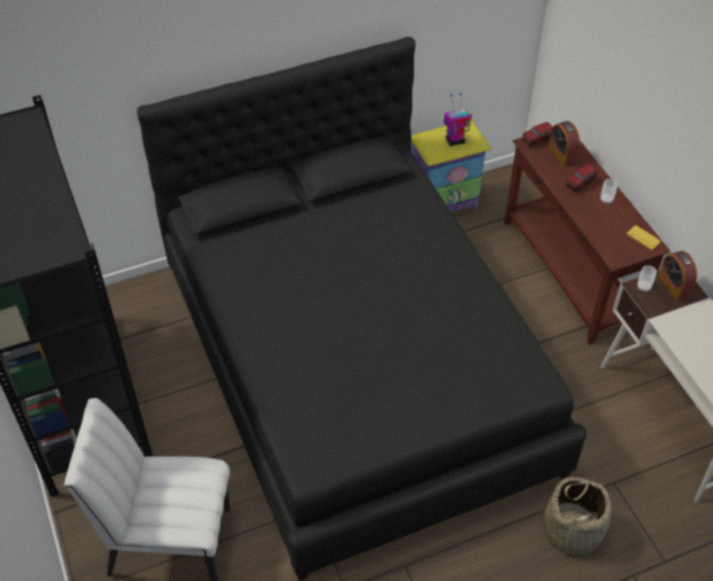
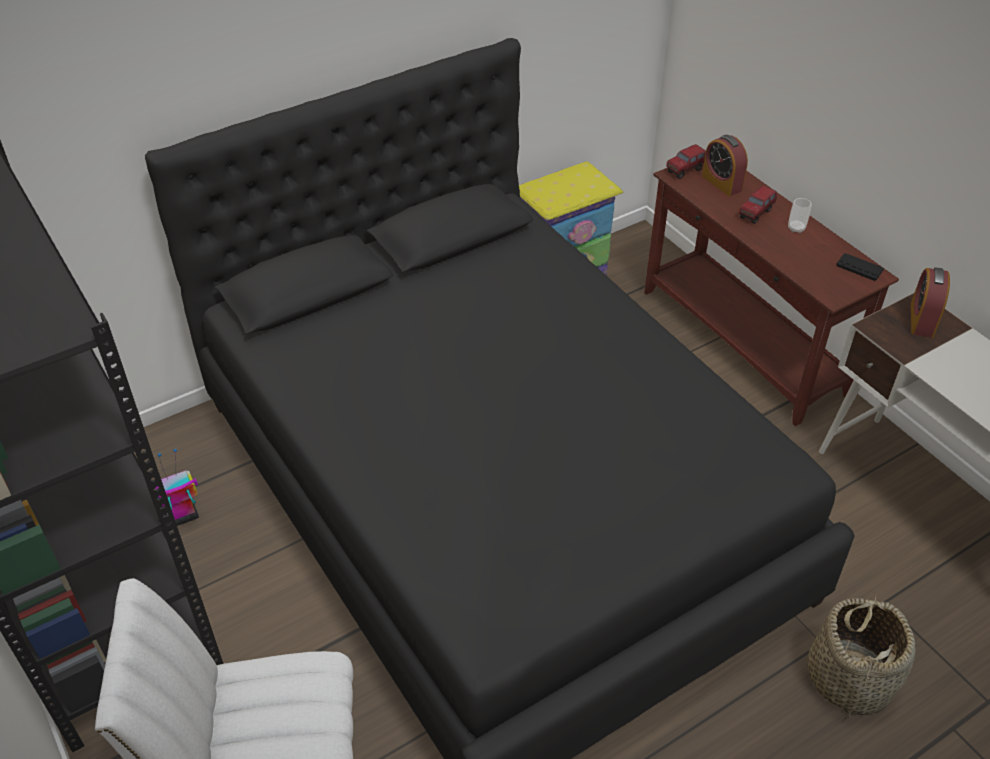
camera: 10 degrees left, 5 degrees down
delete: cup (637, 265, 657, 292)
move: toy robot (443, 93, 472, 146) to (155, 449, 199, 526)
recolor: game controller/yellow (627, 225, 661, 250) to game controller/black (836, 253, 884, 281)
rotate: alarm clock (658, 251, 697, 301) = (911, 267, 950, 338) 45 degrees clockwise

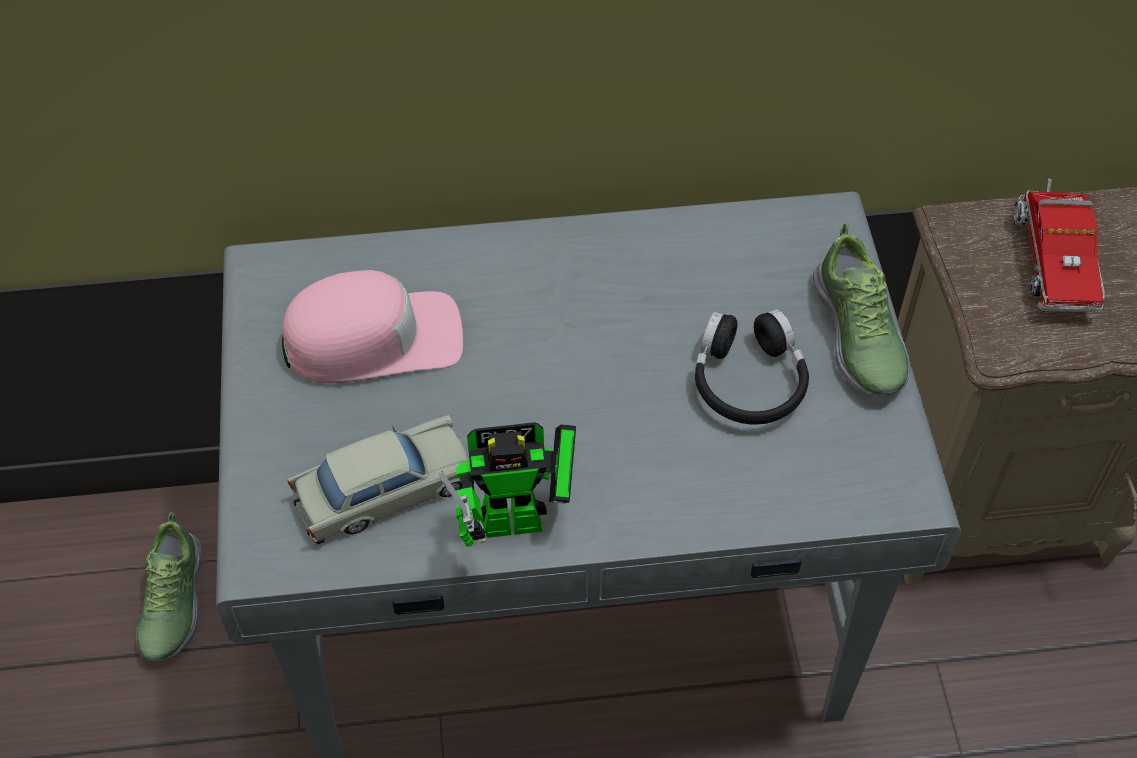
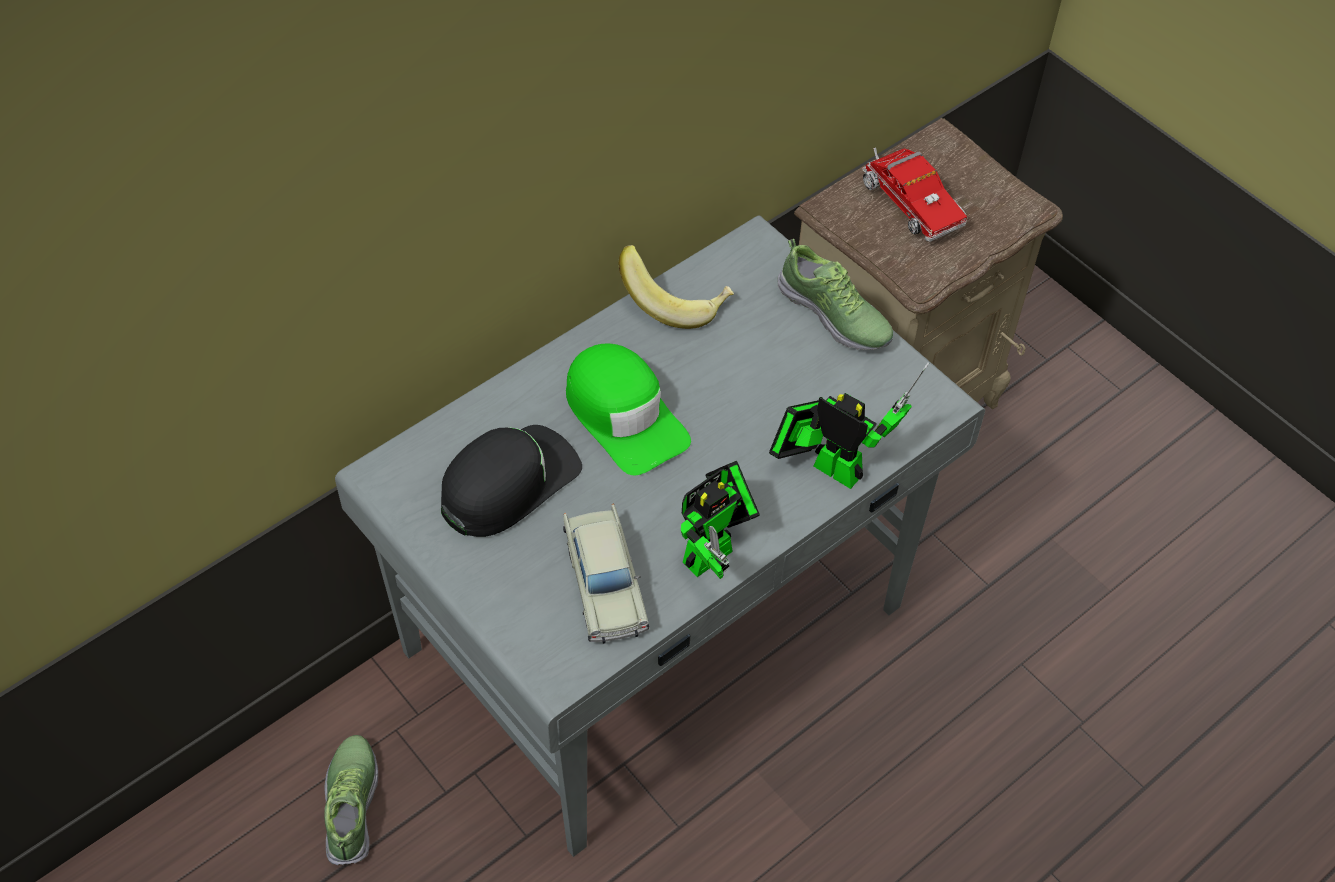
camera: 35 degrees left, 0 degrees up
delete: headphones/black (695, 309, 809, 424)
insert: banana (618, 245, 734, 329); cap/green (566, 343, 691, 476); toy robot (769, 363, 929, 489)
recolor: cap/pink (282, 270, 463, 383) to cap/black (441, 425, 582, 537)
rotate: toy car/beige (287, 415, 474, 544) = (563, 504, 649, 644) 135 degrees clockwise; shoe (136, 512, 202, 662) = (324, 735, 378, 865) 150 degrees counterclockwise

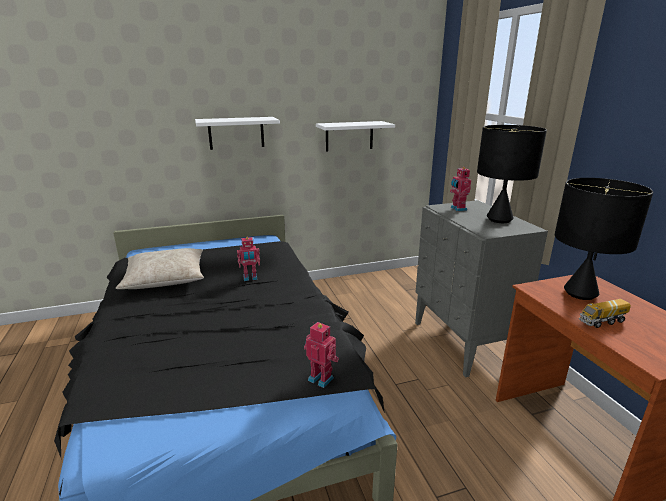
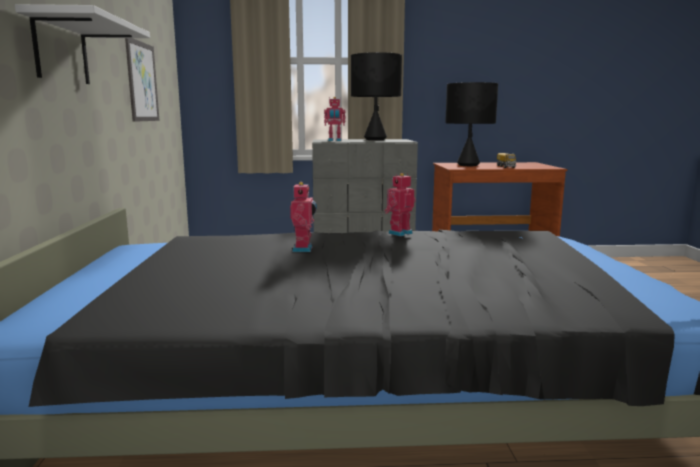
camera: 75 degrees left, 10 degrees down
delete: pillow/beige (116, 248, 204, 289)
move: toy robot (304, 322, 339, 388) to (384, 173, 416, 236)
replace: shelf/white (316, 121, 395, 151) to picture (125, 38, 159, 122)

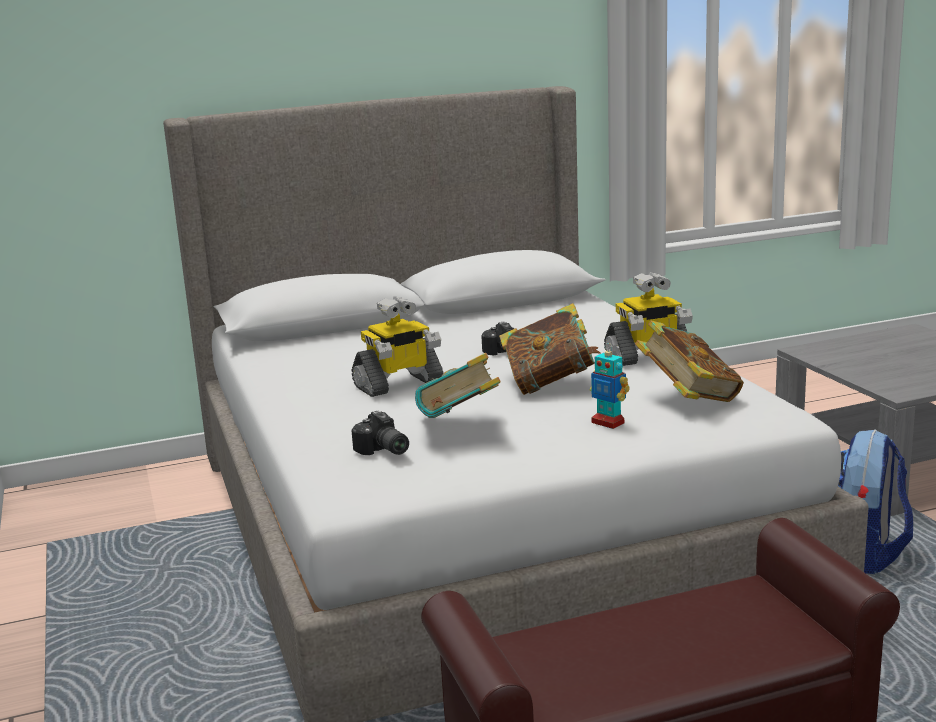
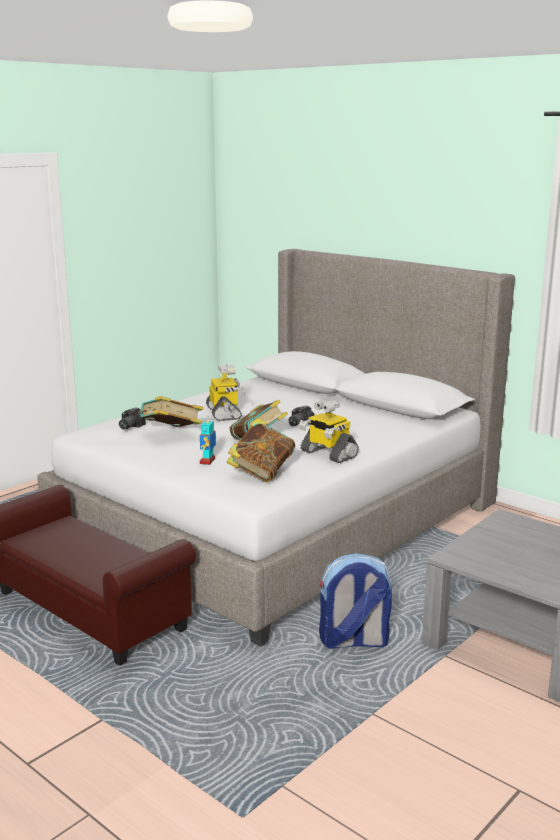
camera: 60 degrees right, 0 degrees up
rotate: toy robot (352, 296, 444, 397) = (206, 364, 246, 421) 135 degrees counterclockwise

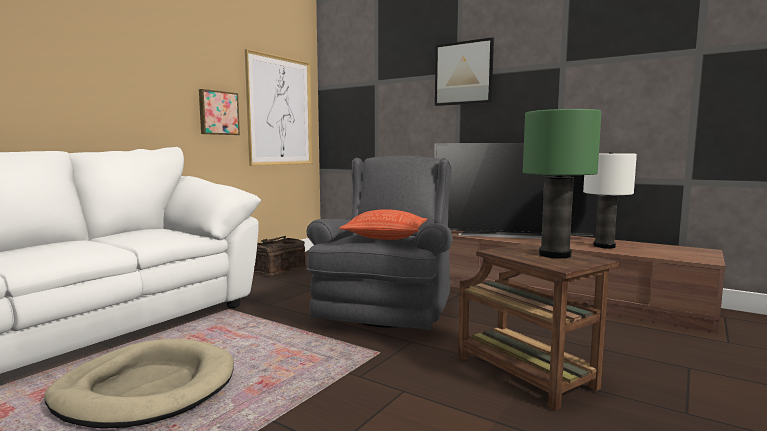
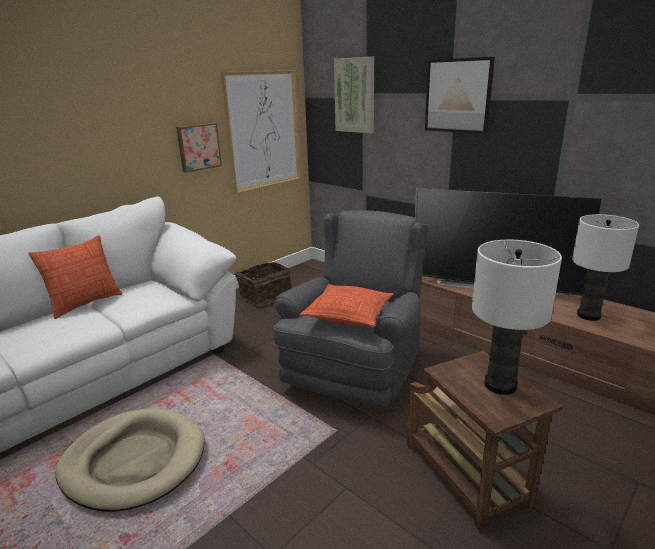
camera: 10 degrees right, 15 degrees up
insert: picture (334, 57, 374, 133); pillow/orange (29, 235, 122, 319)
recolor: table lamp/green (523, 109, 602, 259) to table lamp/white (472, 240, 562, 395)

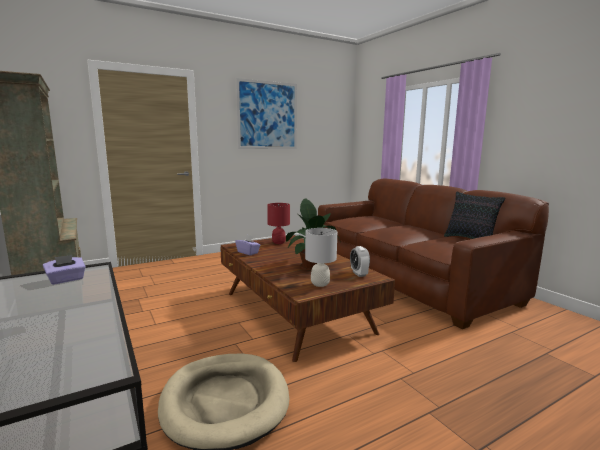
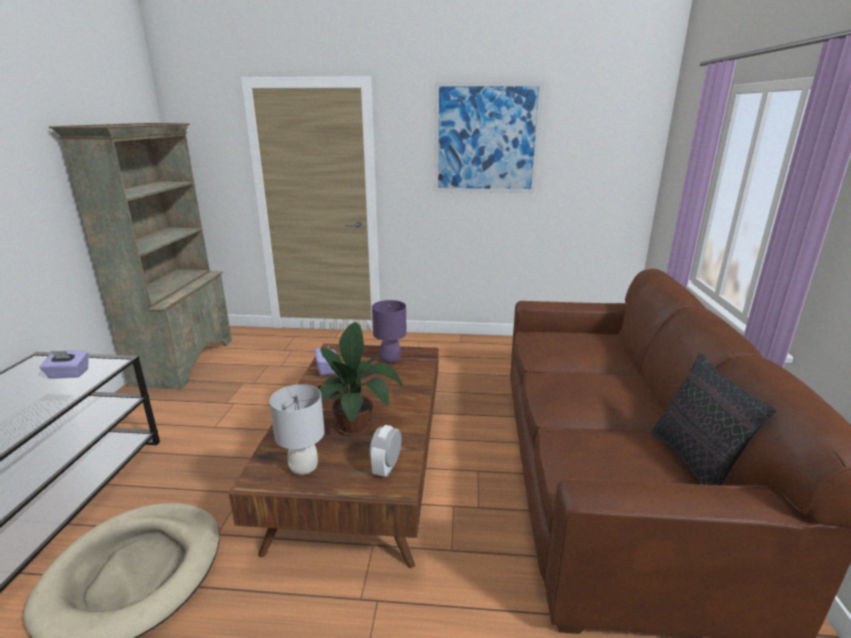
camera: 35 degrees right, 10 degrees up
recolor: table lamp/red (267, 203, 290, 244) to table lamp/purple (372, 300, 407, 363)

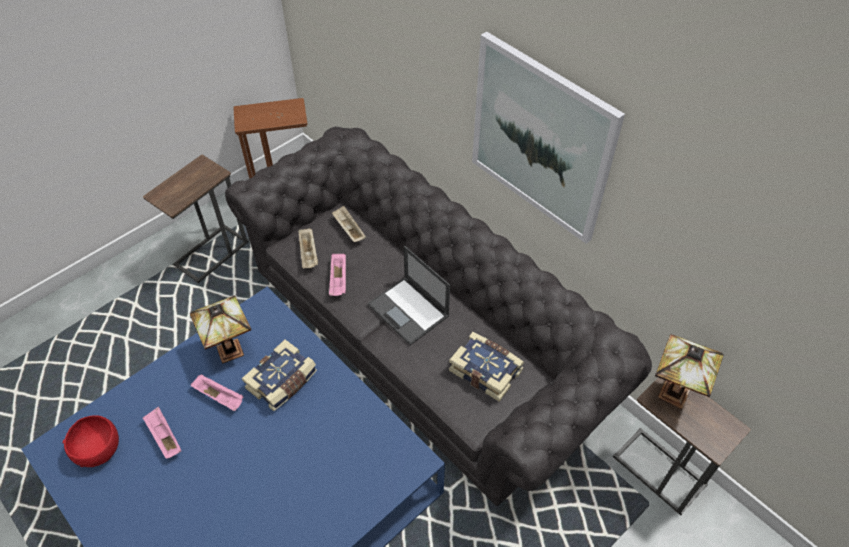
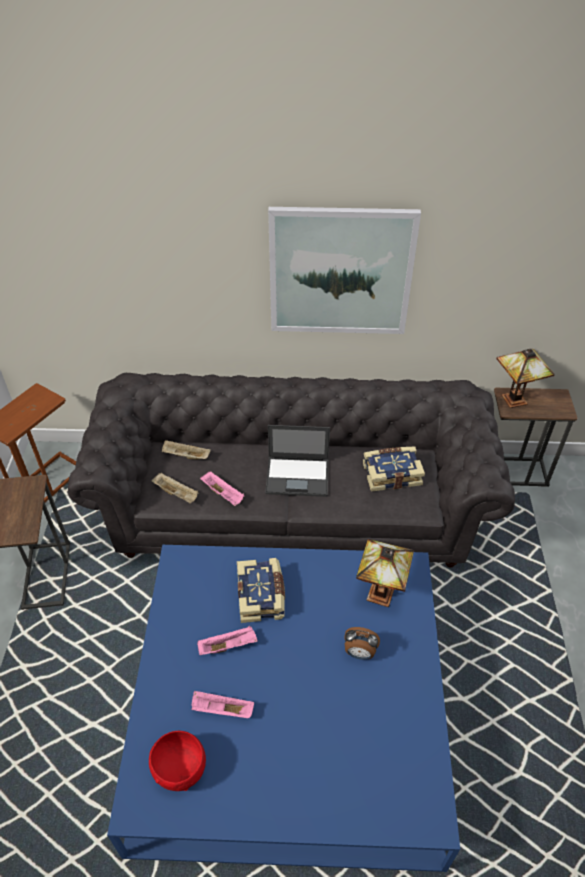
camera: 45 degrees left, 5 degrees down
insert: alarm clock (344, 627, 380, 660)
move: table lamp (190, 295, 251, 363) to (356, 539, 414, 607)

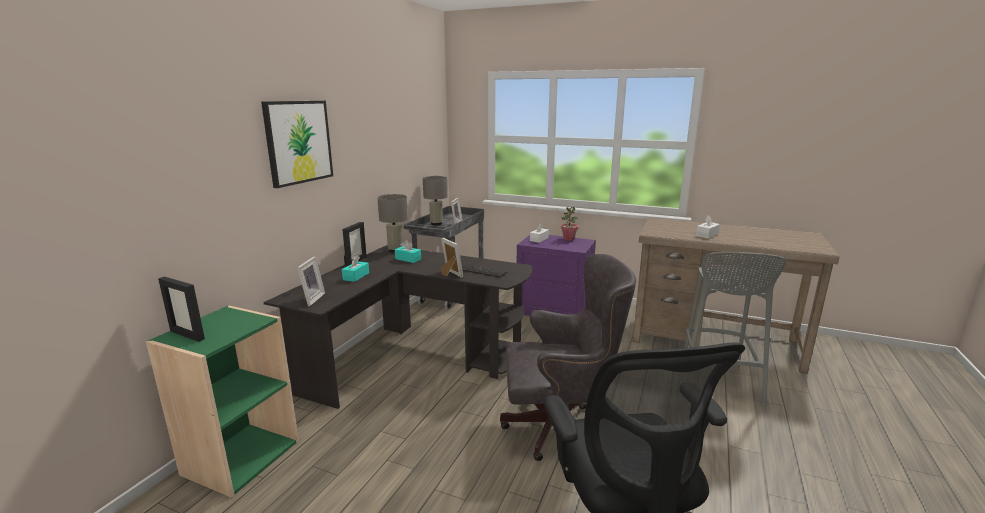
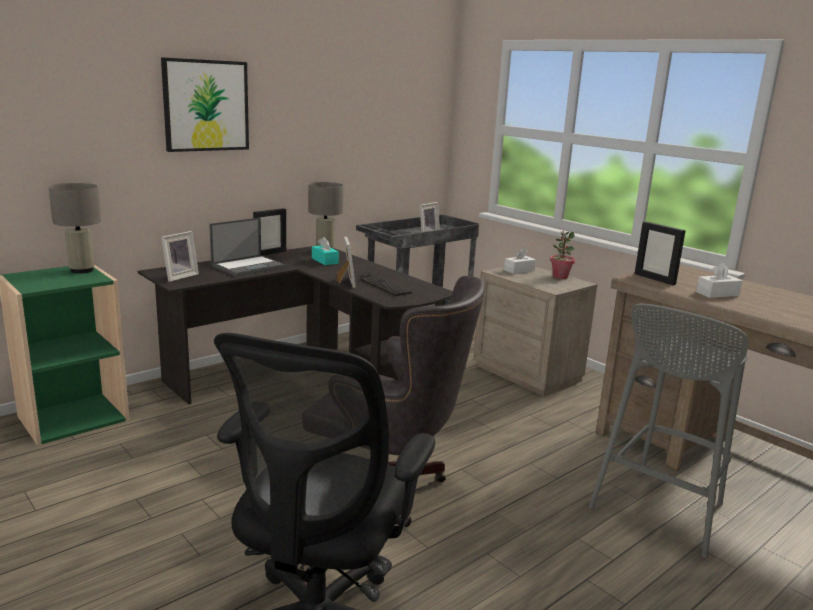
camera: 25 degrees right, 0 degrees up
move: table lamp/grey (423, 176, 448, 225) to (49, 183, 101, 274); picture frame (158, 277, 205, 342) to (634, 221, 686, 285)
replace: tissue box/turquoise (342, 255, 369, 282) to laptop (209, 218, 286, 276)
recolor: nightstand/purple (517, 235, 596, 316) to nightstand/beige (473, 266, 597, 396)

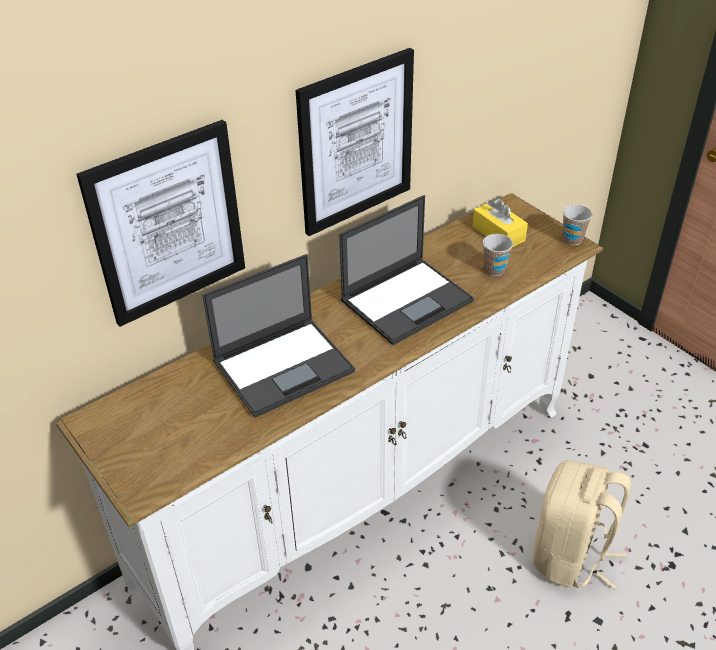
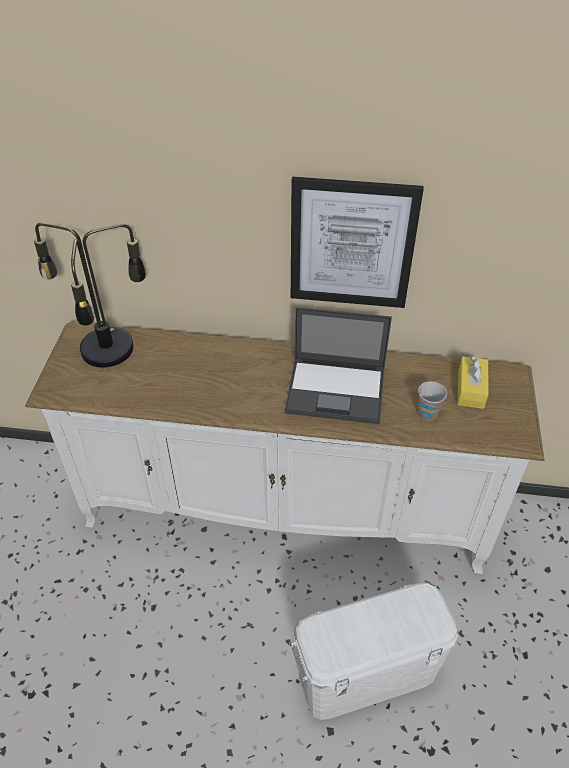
camera: 45 degrees right, 5 degrees up
delete: picture (77, 120, 245, 327); cup (563, 204, 592, 245); laptop (202, 254, 355, 418)
insert: table lamp (34, 223, 146, 368)
replace: backpack/beige (533, 460, 631, 589) to storage box/white (290, 582, 459, 720)

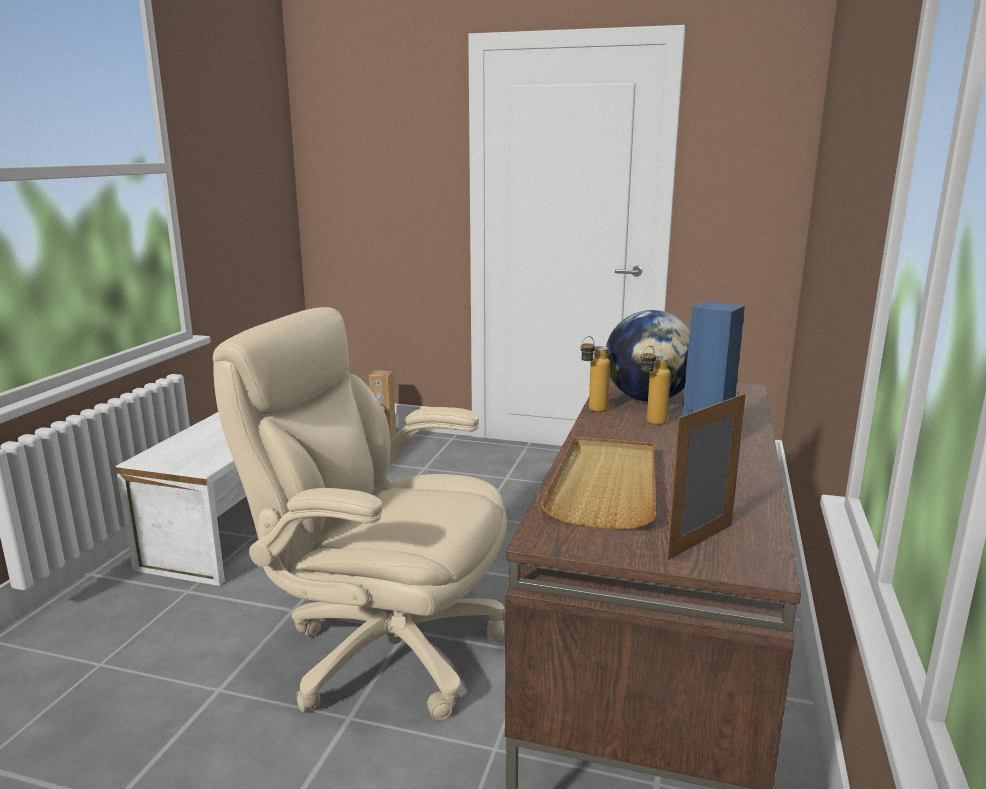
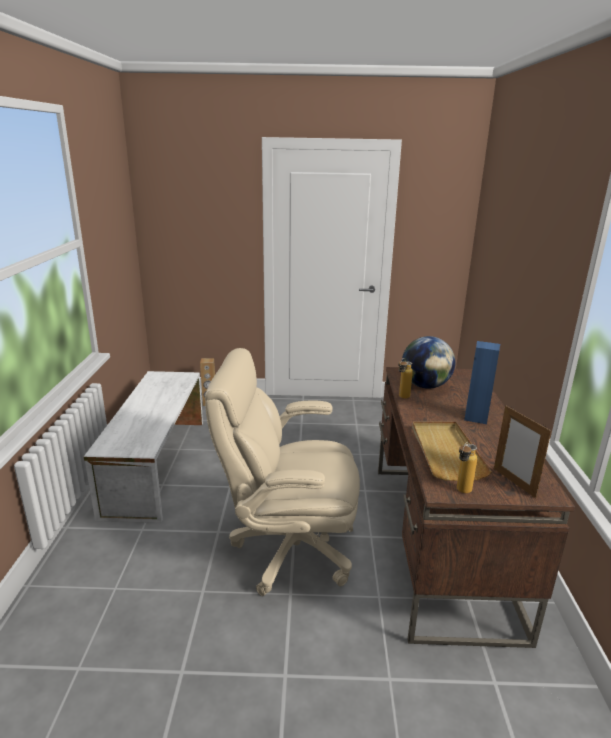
camera: 15 degrees left, 5 degrees up
move: bottle (640, 346, 671, 425) to (457, 442, 477, 494)
rotate: picture frame (667, 392, 746, 560) = (494, 406, 551, 498) 60 degrees counterclockwise

